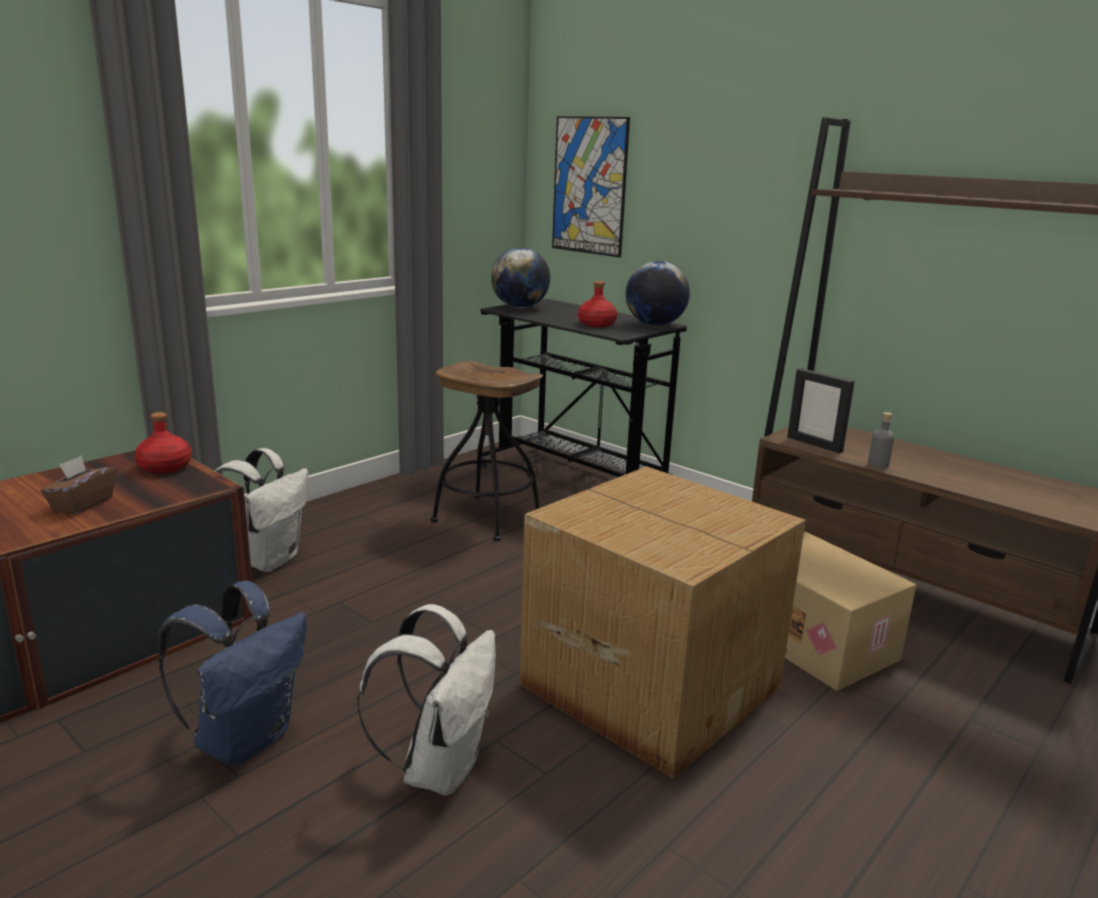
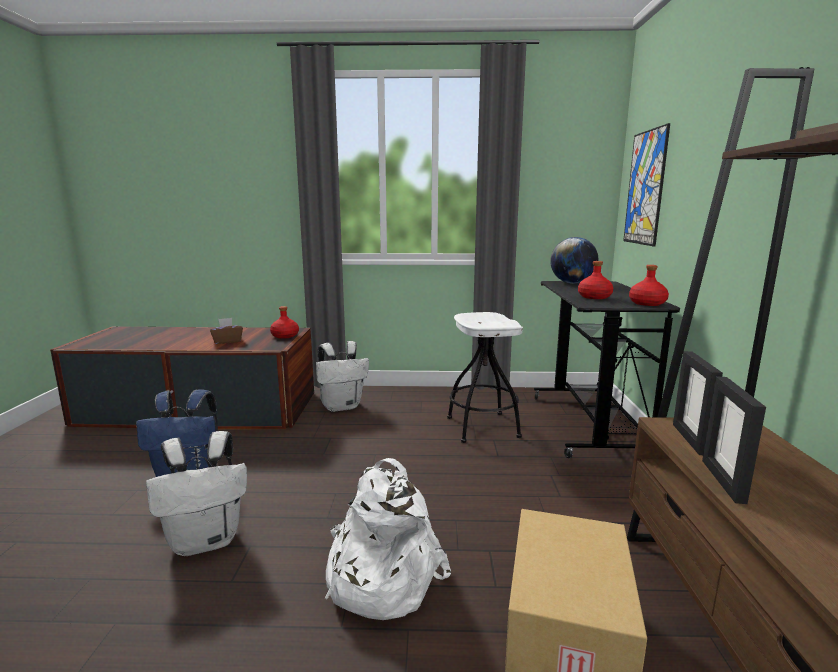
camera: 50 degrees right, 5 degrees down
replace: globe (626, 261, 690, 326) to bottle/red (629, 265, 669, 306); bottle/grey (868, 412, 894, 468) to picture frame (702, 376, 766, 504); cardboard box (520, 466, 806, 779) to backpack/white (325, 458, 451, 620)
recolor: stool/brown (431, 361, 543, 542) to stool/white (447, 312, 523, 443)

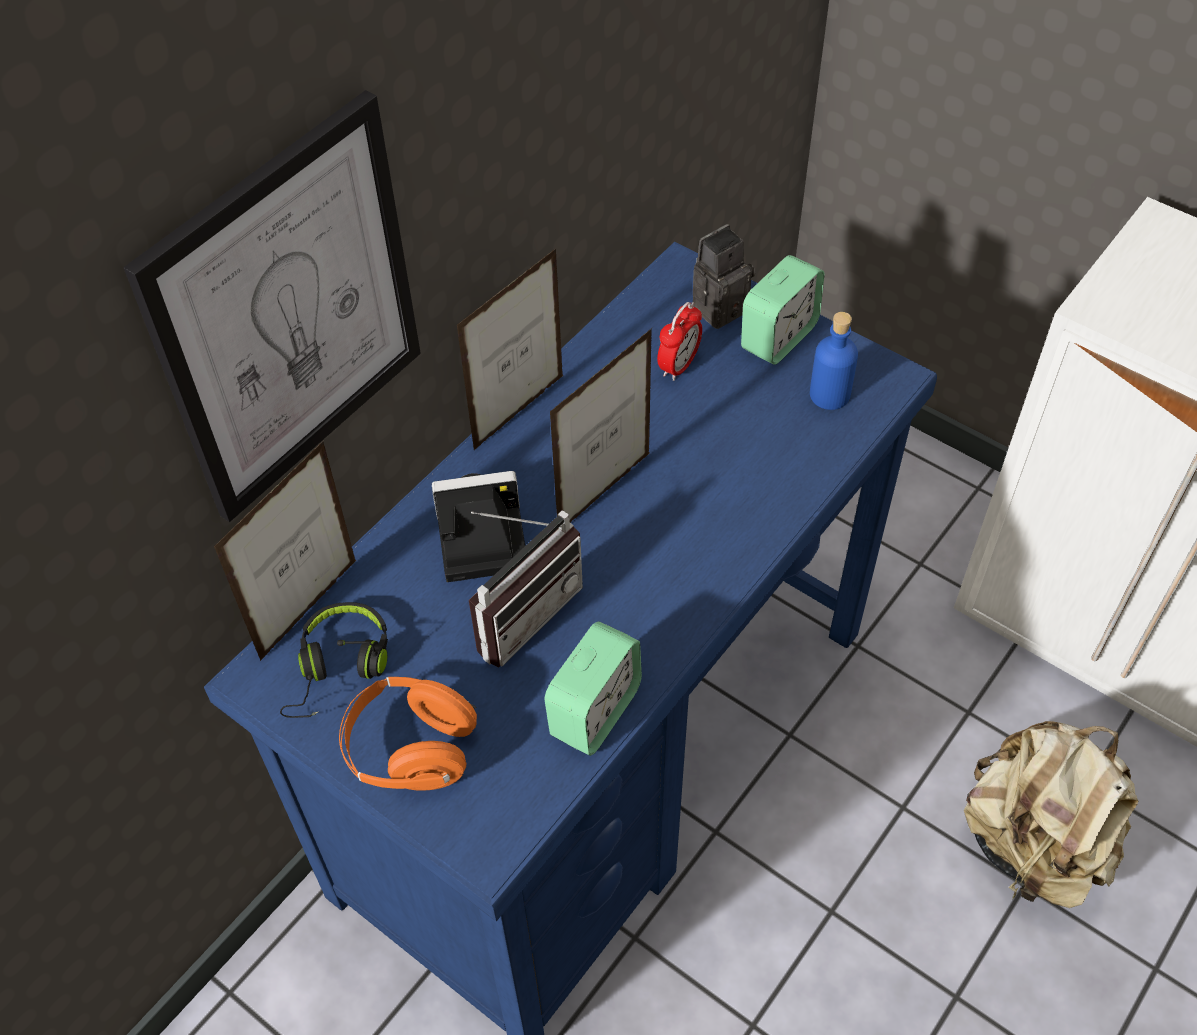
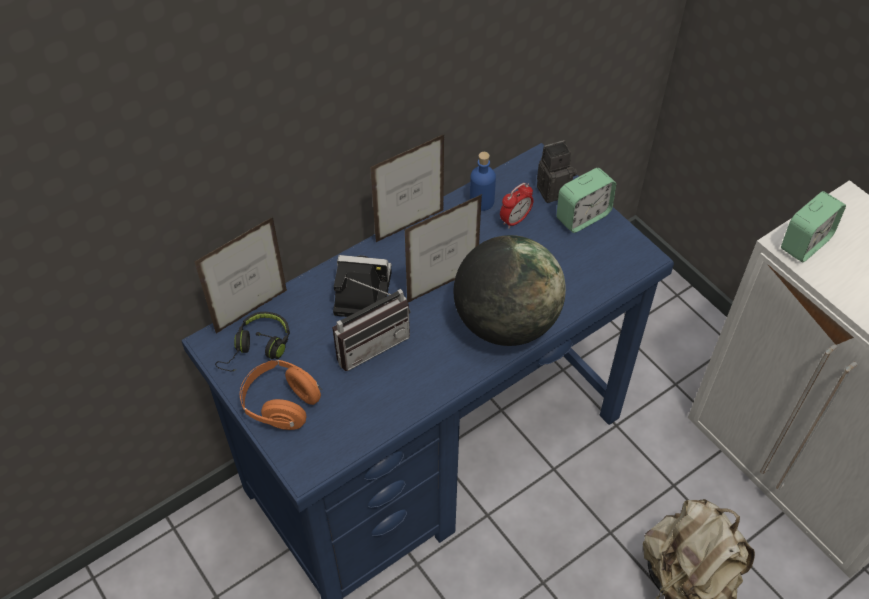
camera: 15 degrees right, 0 degrees up
delete: picture (124, 90, 421, 522)
insert: globe (454, 235, 566, 346)
move: bottle/blue (810, 312, 858, 410) to (470, 152, 496, 211); alarm clock (545, 622, 642, 756) to (781, 191, 846, 263)

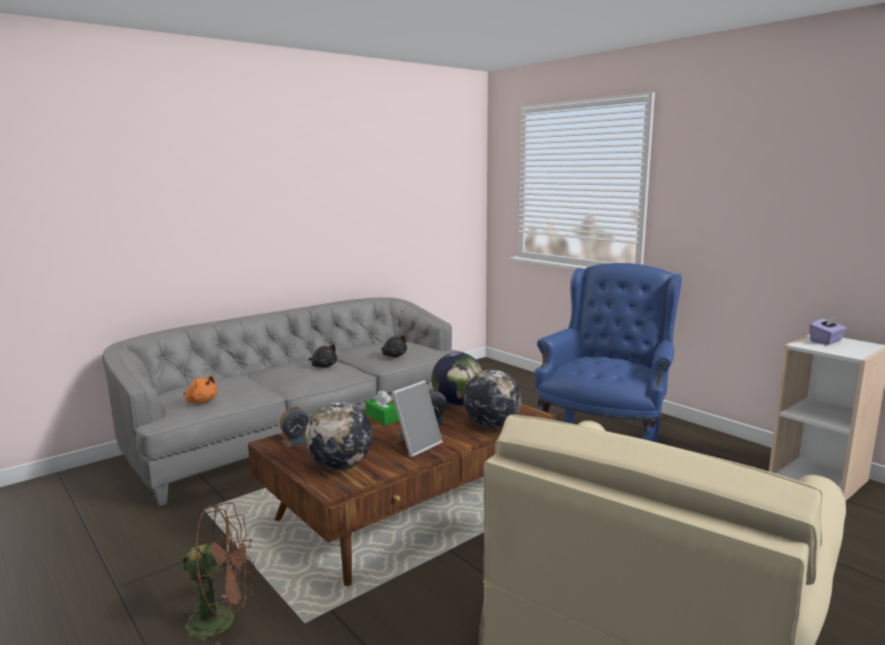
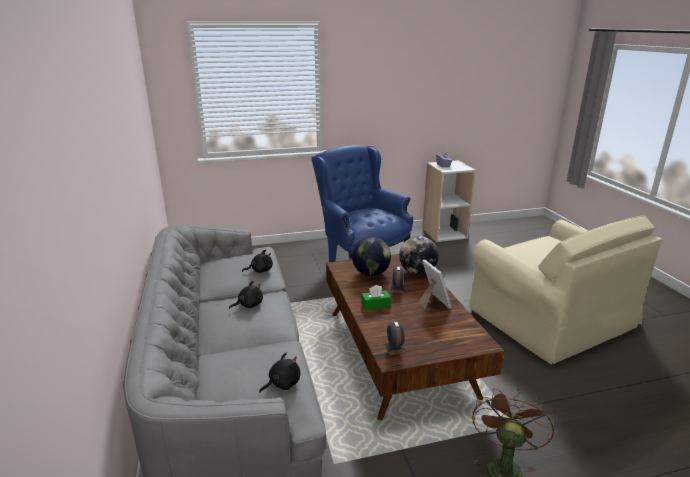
camera: 65 degrees left, 10 degrees up
delete: globe (305, 402, 373, 470)
recolor: plush toy/orange (183, 376, 217, 403) to plush toy/black (259, 353, 301, 393)

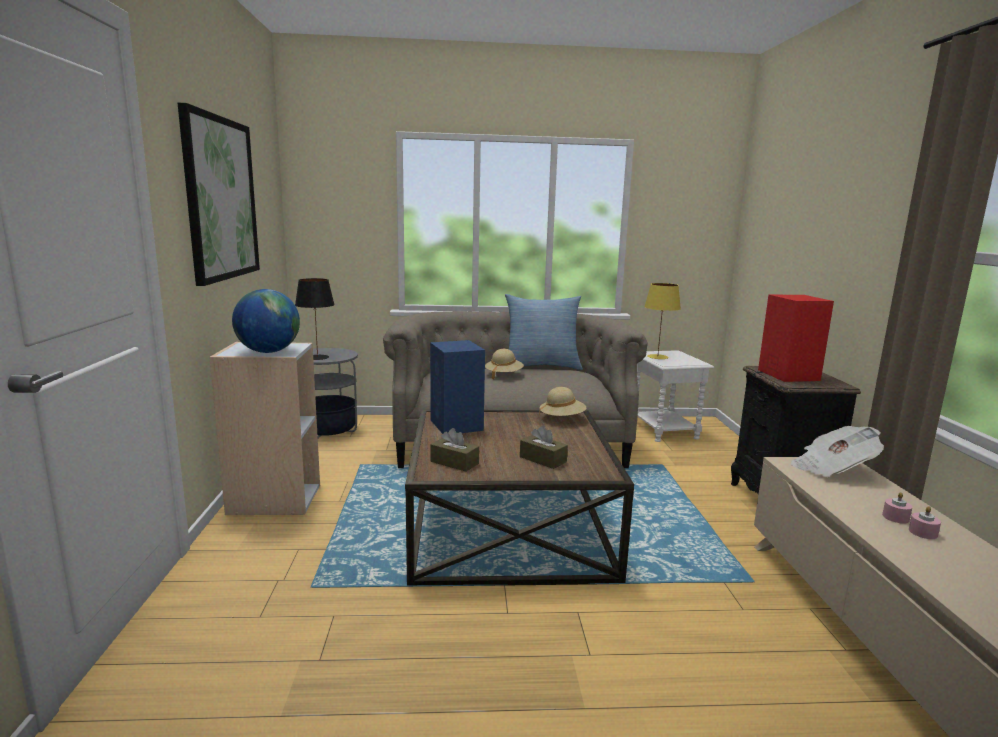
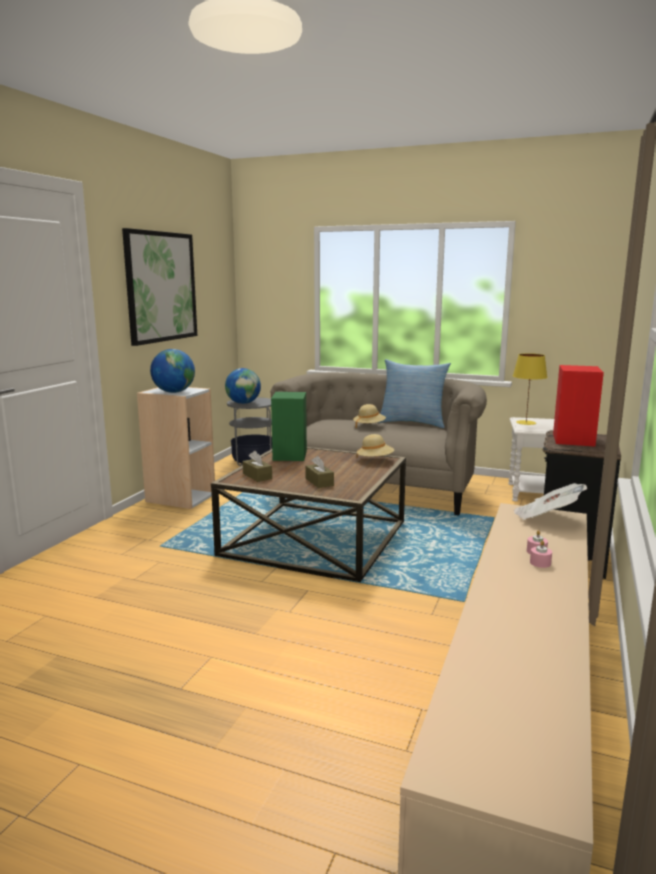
camera: 25 degrees right, 0 degrees up
replace: table lamp/black (295, 278, 335, 360) to globe (225, 368, 261, 404)
recolor: speaker/blue (430, 340, 485, 434) to speaker/green (271, 392, 307, 461)

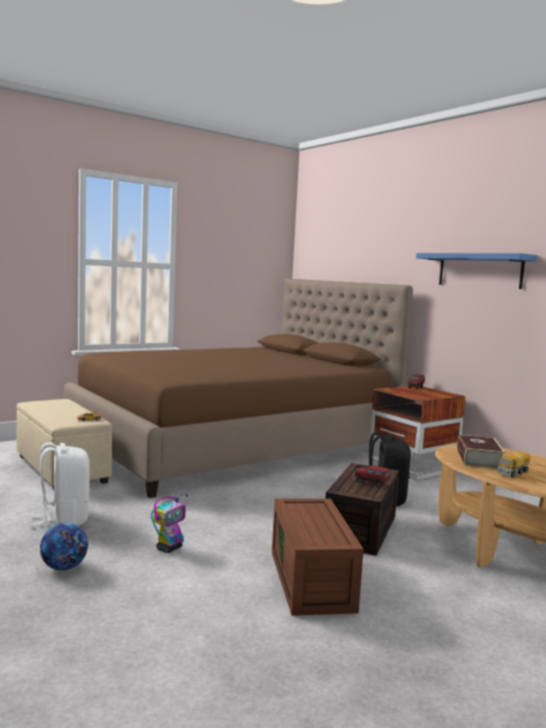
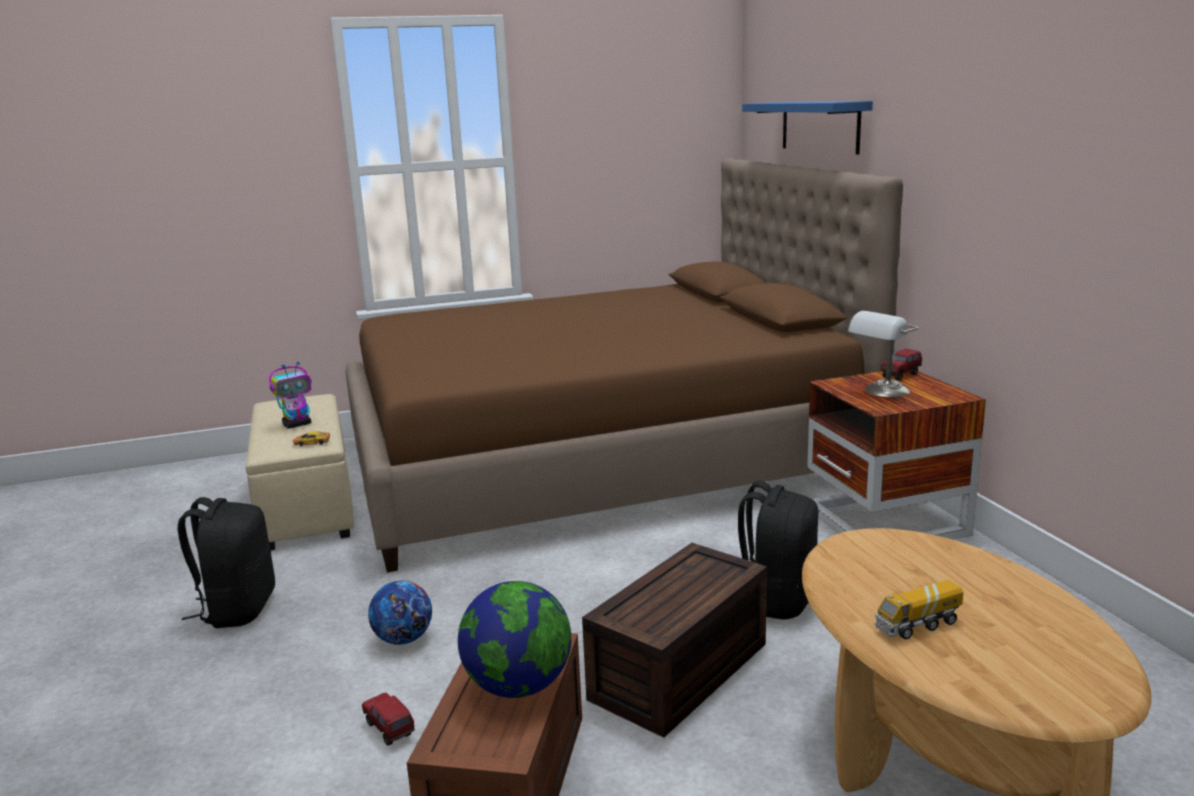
camera: 20 degrees right, 10 degrees up
delete: book (457, 435, 505, 469)
insert: table lamp/white (848, 311, 919, 397); globe (458, 581, 571, 698)
move: shelf/blue (416, 253, 537, 289) to (742, 101, 873, 154); toy truck (355, 465, 391, 488) to (362, 693, 415, 746); toy robot (151, 494, 188, 553) to (269, 361, 312, 429); football (40, 523, 88, 570) to (368, 581, 432, 645)
recolor: backpack/white (30, 442, 90, 526) to backpack/black (178, 497, 275, 628)

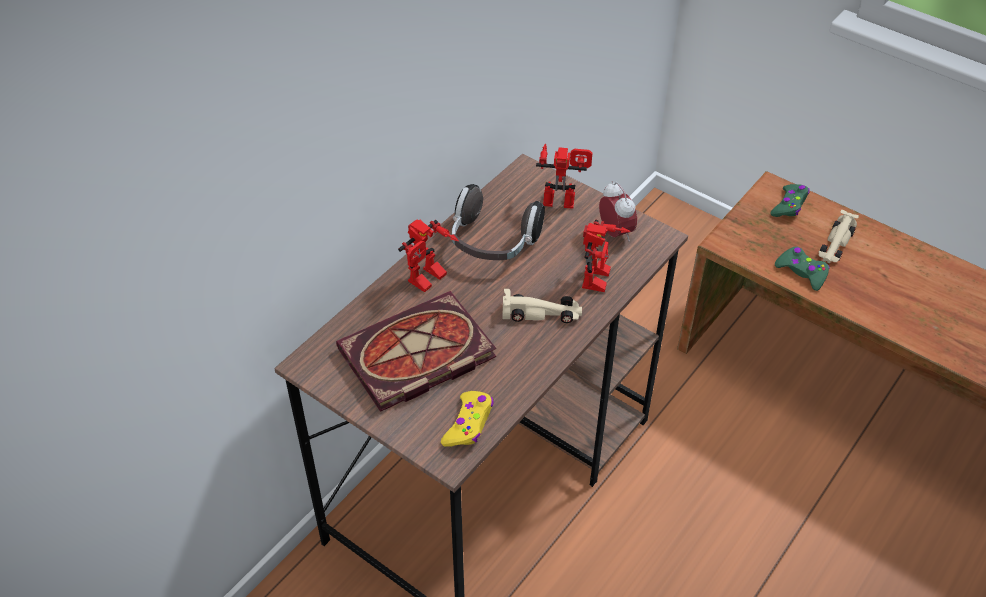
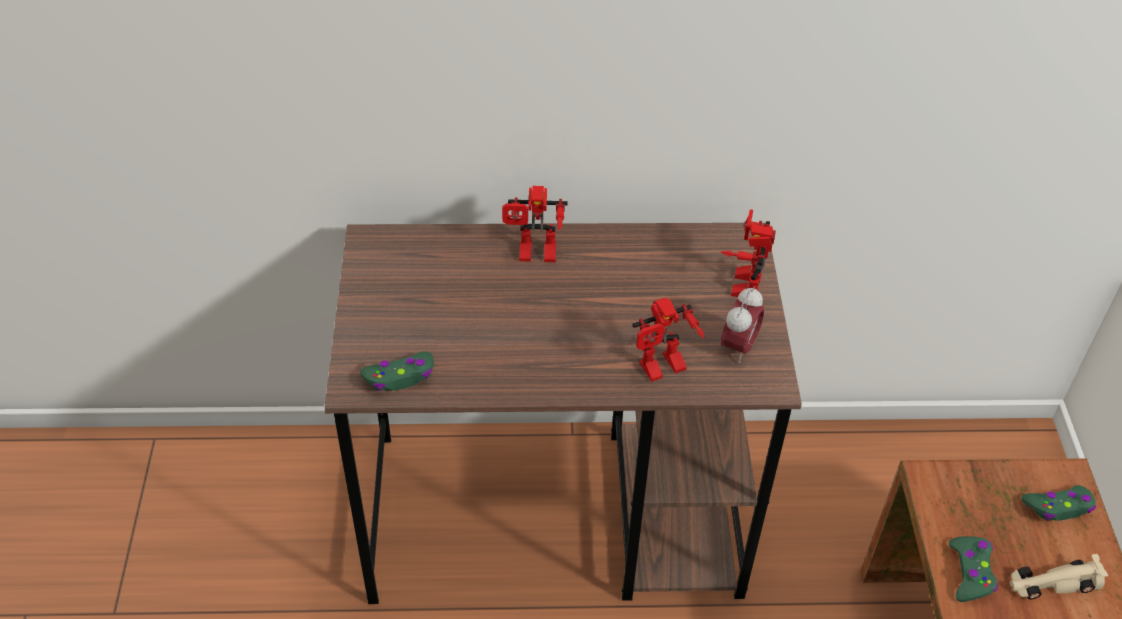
camera: 50 degrees right, 0 degrees up
delete: headphones (452, 184, 545, 260); toy car/beige (502, 289, 582, 323); book (336, 291, 496, 412)
recolor: game controller/yellow (441, 391, 494, 447) to game controller/green (360, 351, 434, 391)
rotate: toy robot (536, 144, 592, 209) = (721, 210, 776, 297) 135 degrees counterclockwise

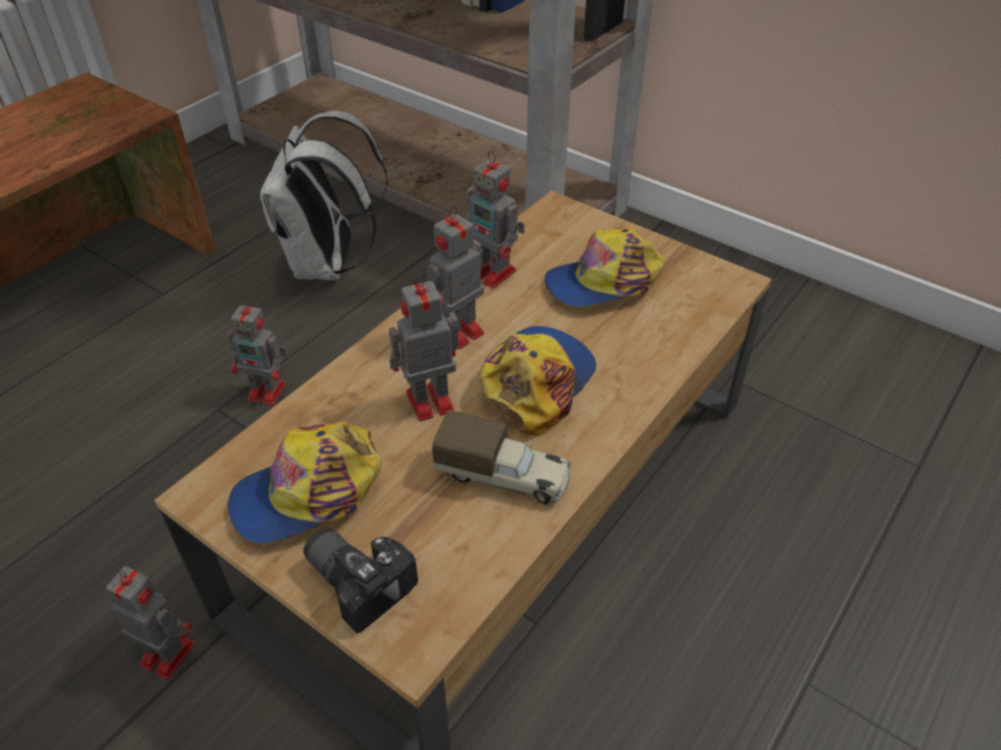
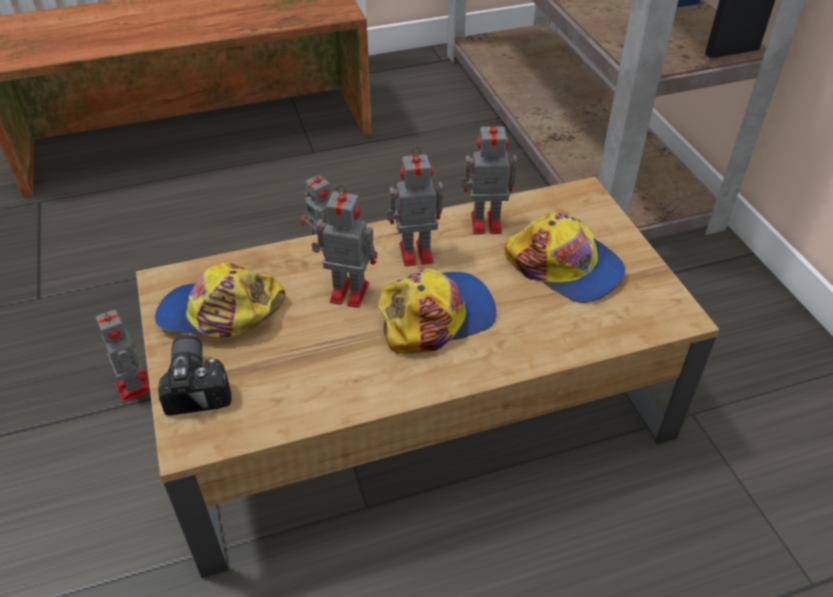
camera: 35 degrees right, 0 degrees up
delete: backpack/white (260, 111, 388, 281); toy truck (432, 411, 571, 505)
rotate: toy robot (466, 150, 525, 288) = (460, 117, 517, 234) 105 degrees clockwise; cap (544, 227, 666, 307) = (505, 212, 625, 303) 150 degrees counterclockwise

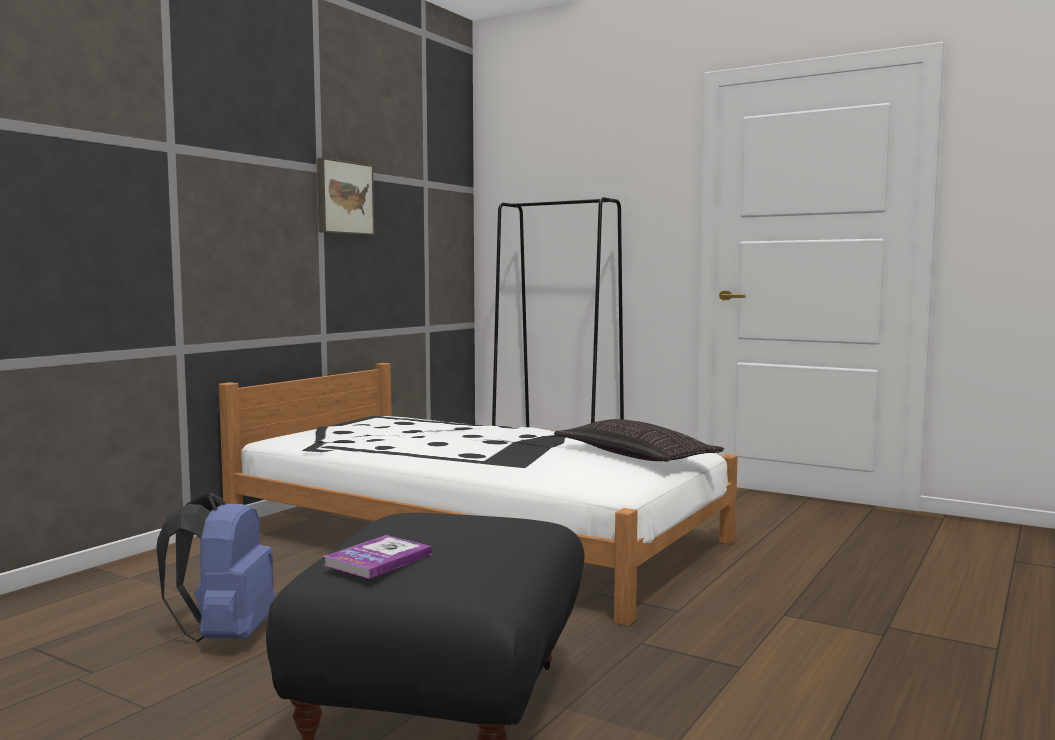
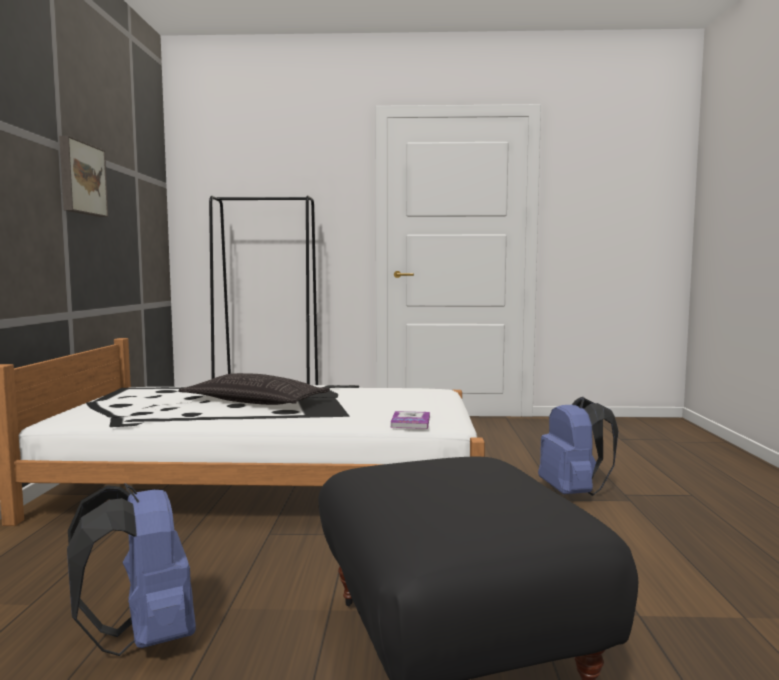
camera: 30 degrees left, 0 degrees up
insert: backpack/blue (538, 397, 618, 496)
move: pillow (554, 419, 724, 462) to (178, 373, 329, 405); book (323, 535, 432, 579) to (390, 411, 430, 429)

